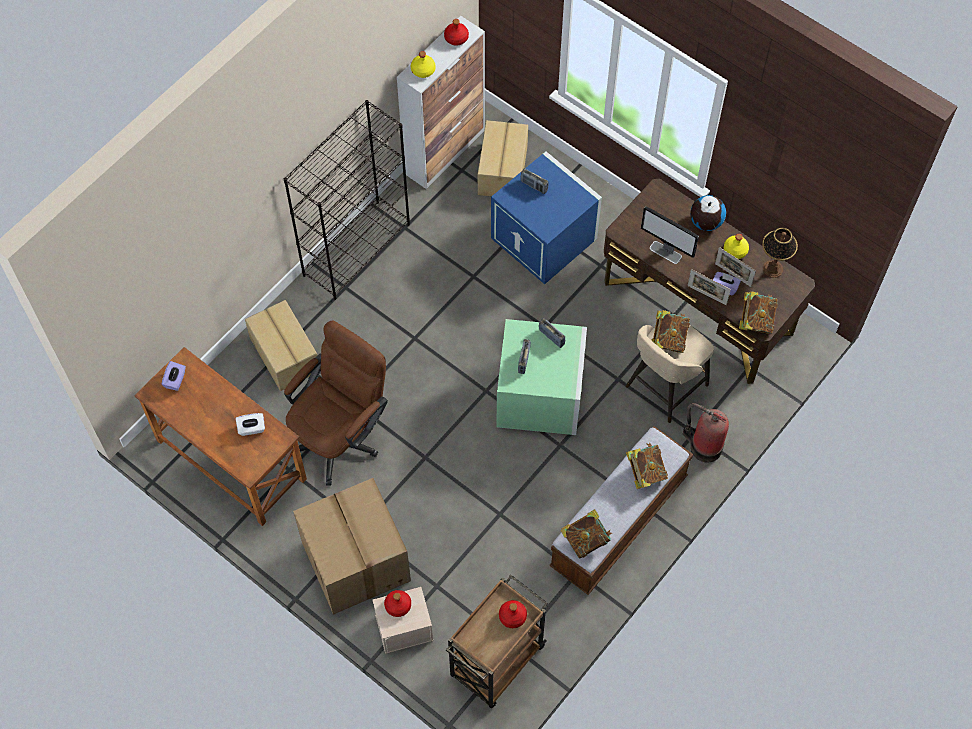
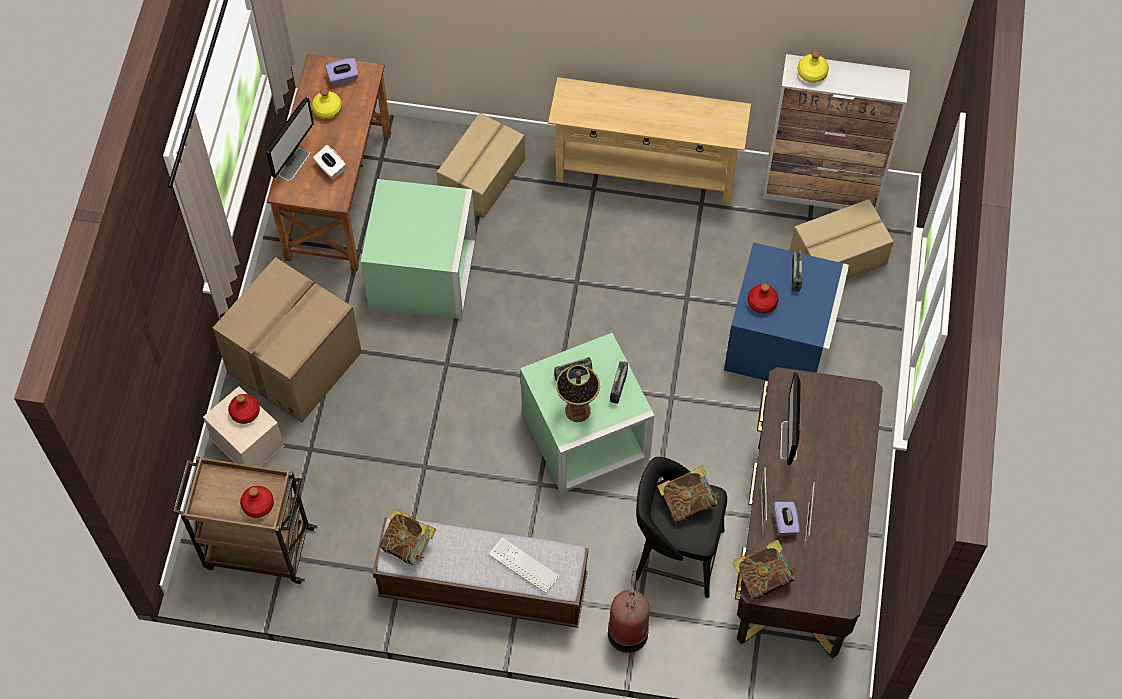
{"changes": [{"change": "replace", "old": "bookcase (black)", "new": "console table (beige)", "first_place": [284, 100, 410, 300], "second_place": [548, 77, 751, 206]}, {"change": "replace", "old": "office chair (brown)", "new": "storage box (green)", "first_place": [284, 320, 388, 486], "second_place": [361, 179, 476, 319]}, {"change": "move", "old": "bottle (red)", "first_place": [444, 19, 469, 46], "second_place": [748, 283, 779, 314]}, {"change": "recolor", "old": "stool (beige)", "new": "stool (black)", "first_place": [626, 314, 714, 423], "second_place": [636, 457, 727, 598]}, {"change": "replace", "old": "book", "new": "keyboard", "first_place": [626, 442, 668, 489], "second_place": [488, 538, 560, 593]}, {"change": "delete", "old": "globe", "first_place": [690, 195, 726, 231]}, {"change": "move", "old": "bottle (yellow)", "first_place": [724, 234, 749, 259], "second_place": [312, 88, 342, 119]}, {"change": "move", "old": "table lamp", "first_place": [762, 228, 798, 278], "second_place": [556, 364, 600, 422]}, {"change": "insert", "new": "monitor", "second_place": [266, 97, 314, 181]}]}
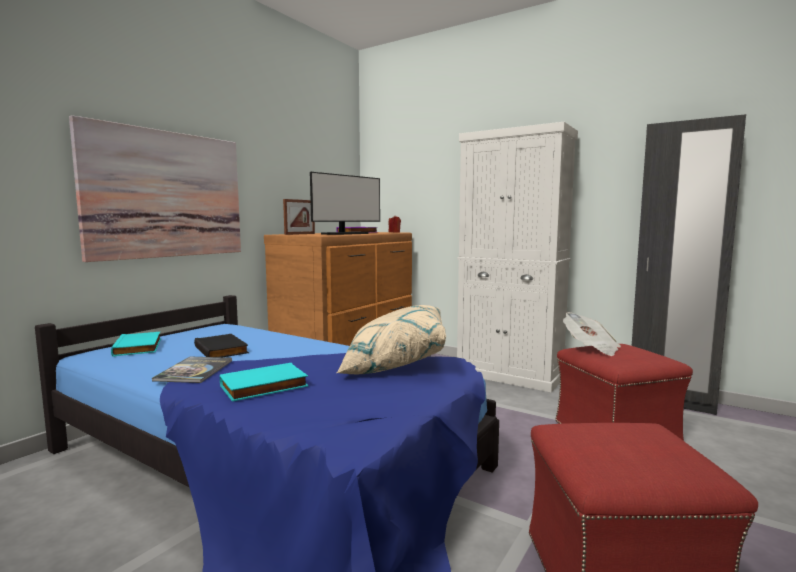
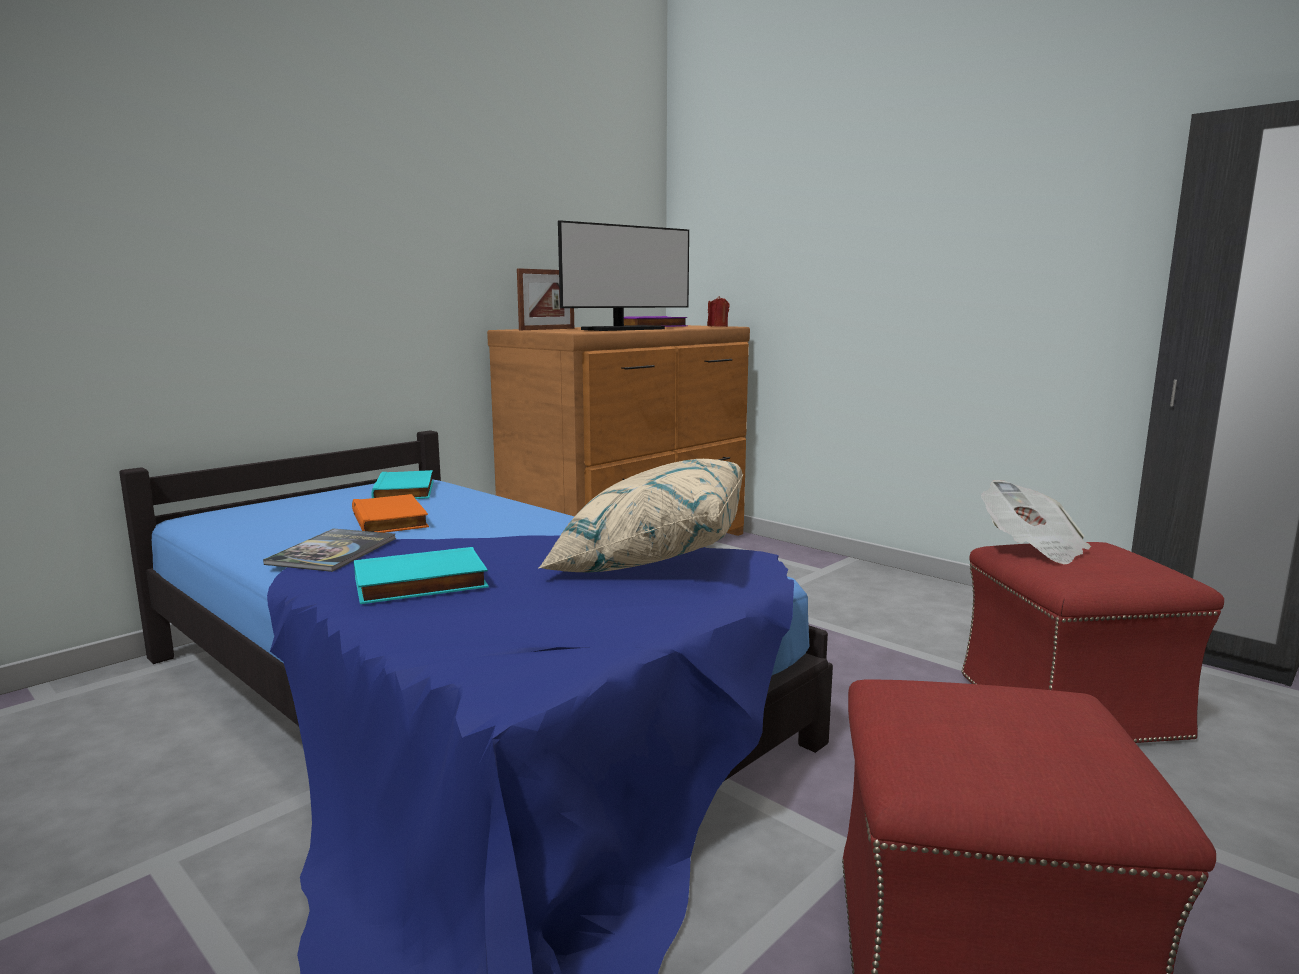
{"changes": [{"change": "delete", "old": "picture", "first_place": [69, 115, 241, 262]}, {"change": "move", "old": "book (turquoise)", "first_place": [111, 332, 161, 357], "second_place": [371, 470, 434, 499]}, {"change": "recolor", "old": "book (black)", "new": "book (orange)", "first_place": [194, 334, 249, 357], "second_place": [352, 494, 429, 533]}, {"change": "delete", "old": "cabinet (white)", "first_place": [457, 122, 578, 392]}]}
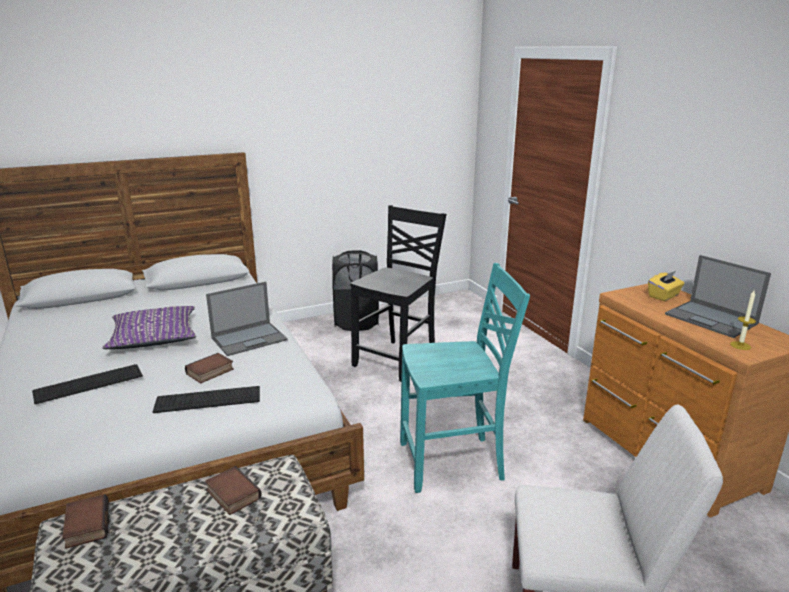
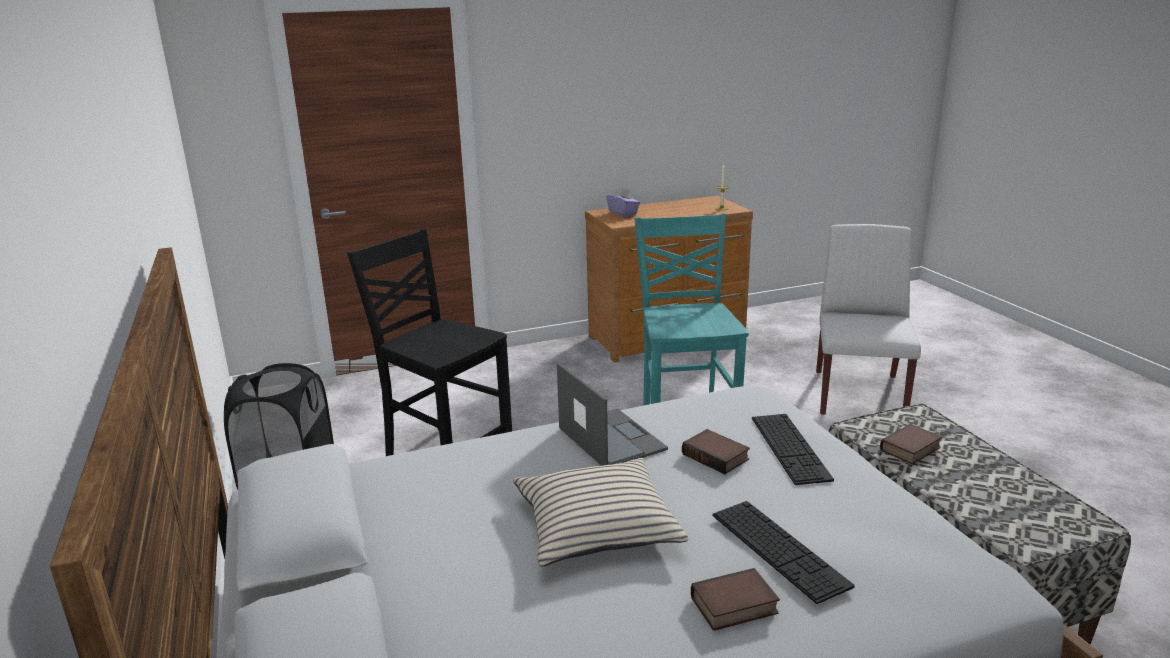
{"changes": [{"change": "move", "old": "book", "first_place": [62, 494, 109, 549], "second_place": [691, 568, 780, 631]}, {"change": "recolor", "old": "pillow (purple)", "new": "pillow (beige)", "first_place": [102, 306, 196, 349], "second_place": [513, 458, 688, 566]}, {"change": "recolor", "old": "tissue box (yellow)", "new": "tissue box (purple)", "first_place": [648, 271, 685, 301], "second_place": [606, 188, 640, 217]}, {"change": "delete", "old": "laptop", "first_place": [665, 255, 771, 338]}]}
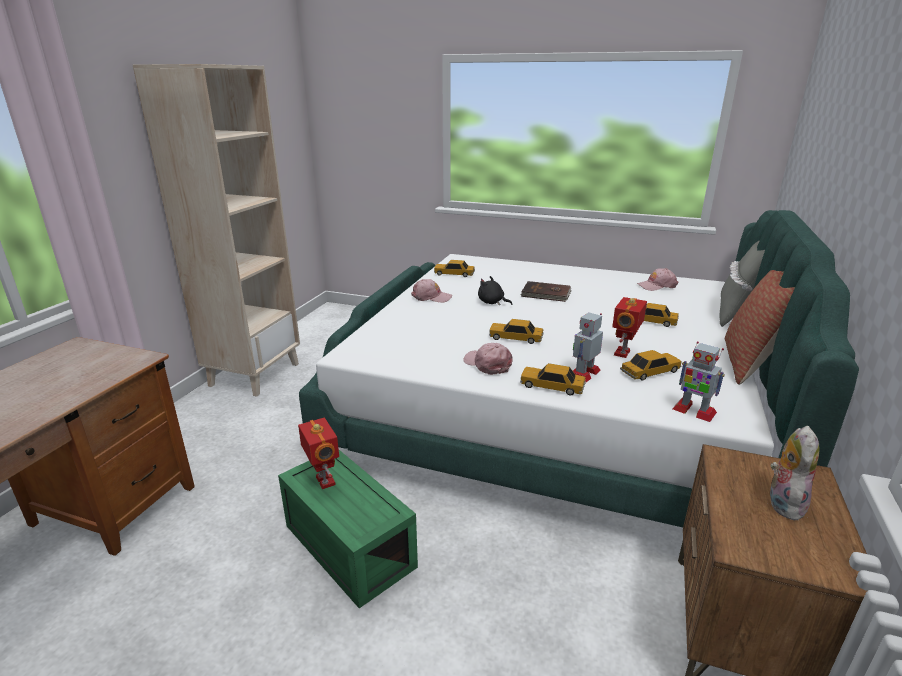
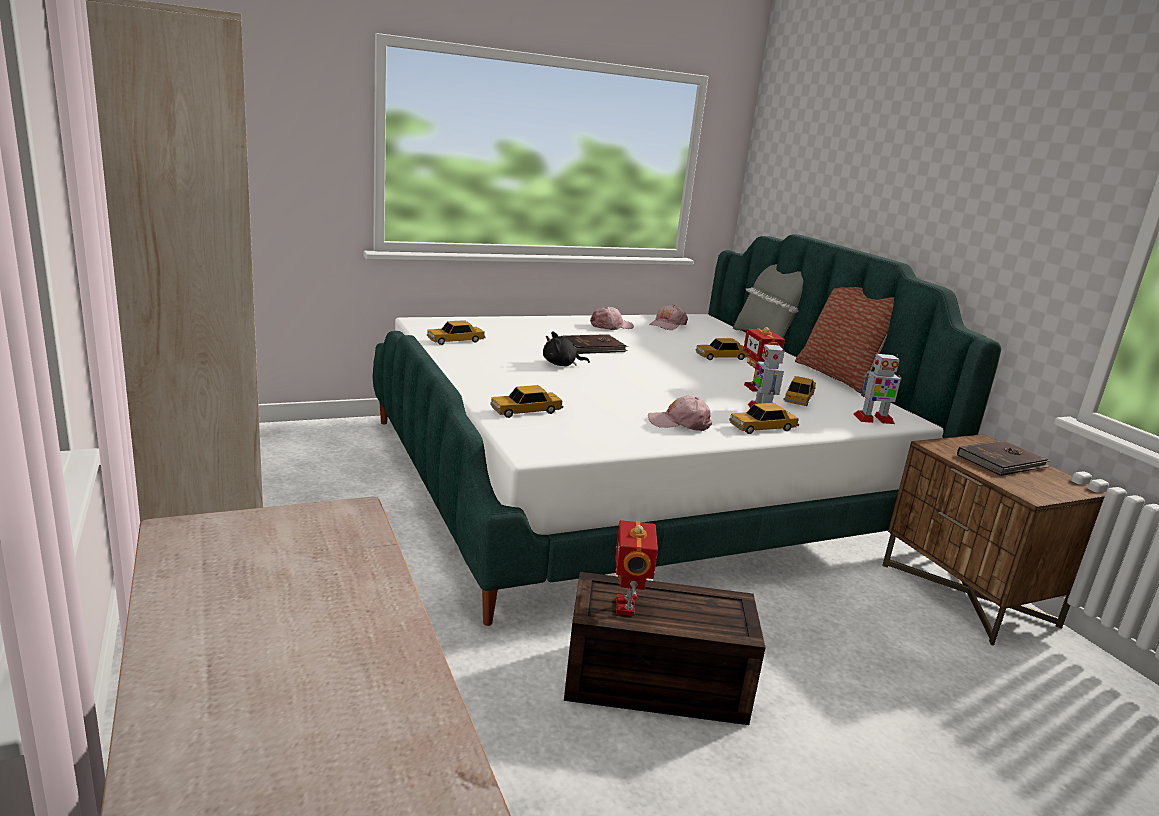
{"changes": [{"change": "recolor", "old": "storage box (green)", "new": "storage box (brown)", "first_place": [278, 450, 418, 608], "second_place": [564, 572, 766, 725]}, {"change": "rotate", "old": "toy robot", "first_place": [298, 417, 339, 489], "second_place": [615, 520, 658, 616], "degrees": -105}, {"change": "move", "old": "cap (pink)", "first_place": [411, 279, 452, 302], "second_place": [590, 307, 634, 330]}, {"change": "move", "old": "toy car", "first_place": [489, 319, 544, 344], "second_place": [490, 385, 563, 418]}, {"change": "replace", "old": "plush toy", "new": "book (brown)", "first_place": [770, 426, 820, 520], "second_place": [957, 440, 1051, 476]}]}
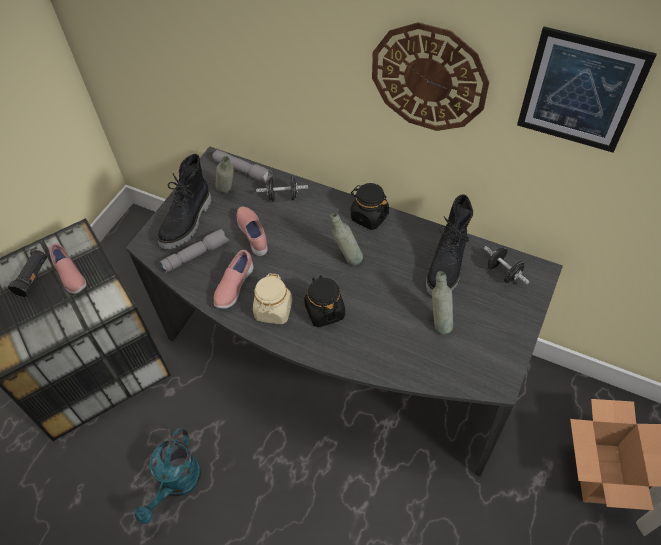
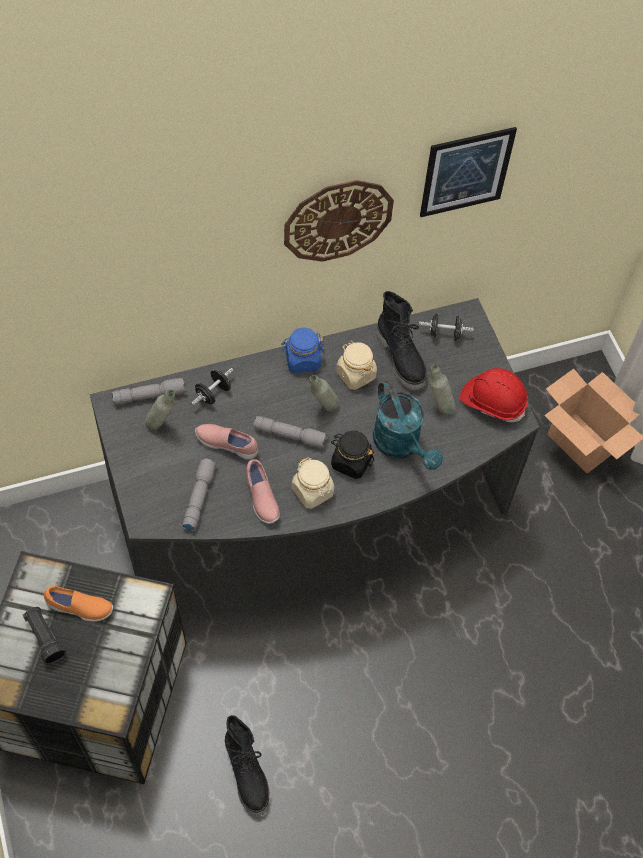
{"changes": [{"change": "recolor", "old": "shoe (pink)", "new": "shoe (orange)", "first_place": [49, 244, 86, 294], "second_place": [44, 586, 113, 622]}, {"change": "move", "old": "watering can (turquoise)", "first_place": [134, 428, 201, 524], "second_place": [373, 381, 443, 470]}, {"change": "move", "old": "boot (black)", "first_place": [157, 154, 211, 249], "second_place": [225, 715, 269, 817]}, {"change": "recolor", "old": "jar (black)", "new": "jar (blue)", "first_place": [351, 183, 389, 230], "second_place": [282, 328, 325, 373]}, {"change": "insert", "new": "flashlight (grey)", "second_place": [253, 416, 328, 449]}, {"change": "insert", "new": "jar (beige)", "second_place": [336, 341, 377, 390]}, {"change": "insert", "new": "hard hat (red)", "second_place": [460, 368, 528, 422]}]}
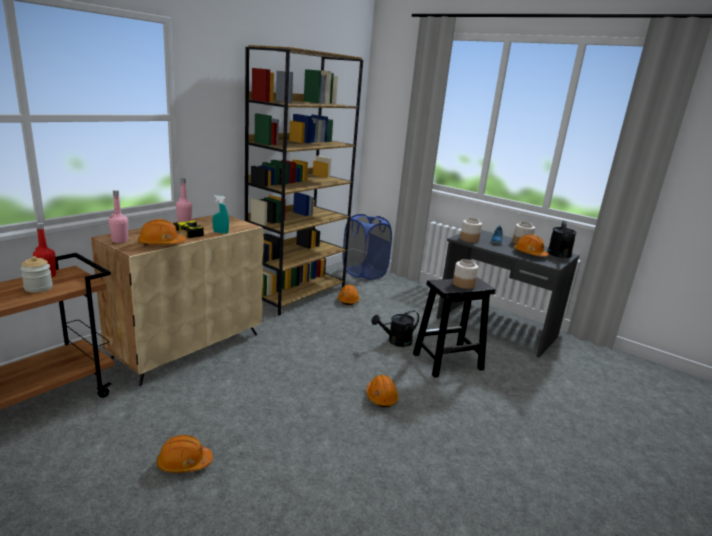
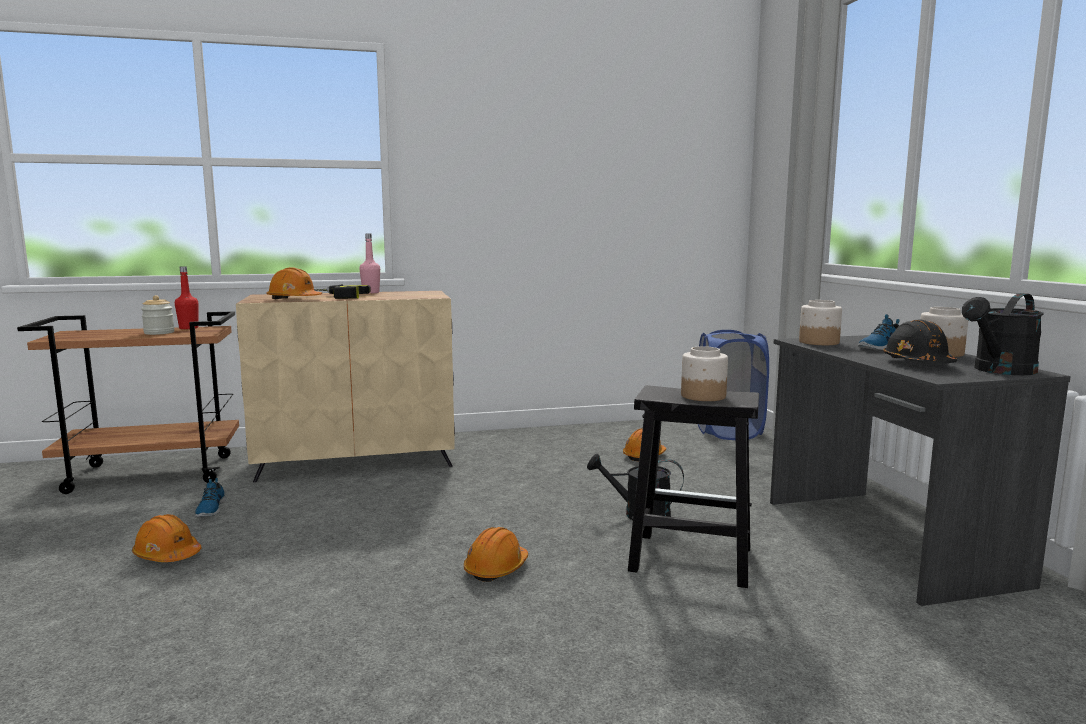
{"changes": [{"change": "delete", "old": "bottle (pink)", "first_place": [108, 190, 128, 243]}, {"change": "delete", "old": "spray bottle (turquoise)", "first_place": [212, 195, 229, 234]}, {"change": "delete", "old": "bookcase (brown)", "first_place": [245, 45, 363, 316]}, {"change": "recolor", "old": "hard hat (orange)", "new": "hard hat (black)", "first_place": [514, 234, 549, 257], "second_place": [883, 319, 957, 363]}, {"change": "insert", "new": "shoe", "second_place": [195, 478, 226, 517]}]}
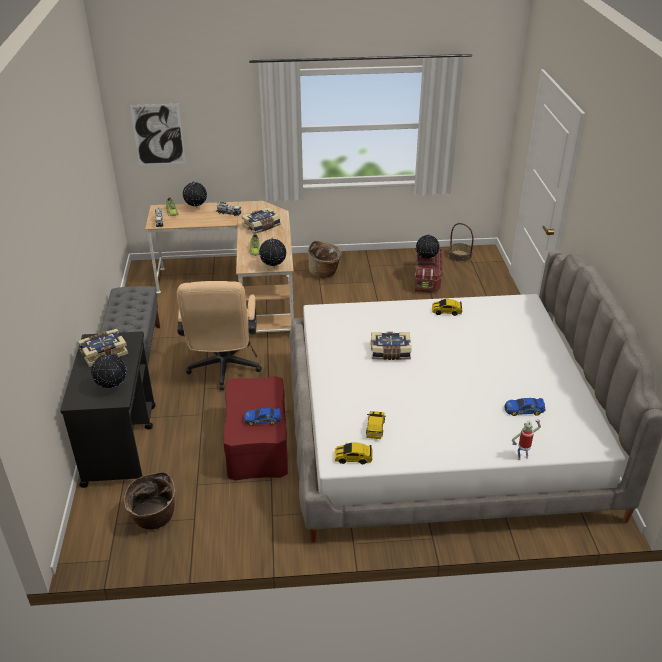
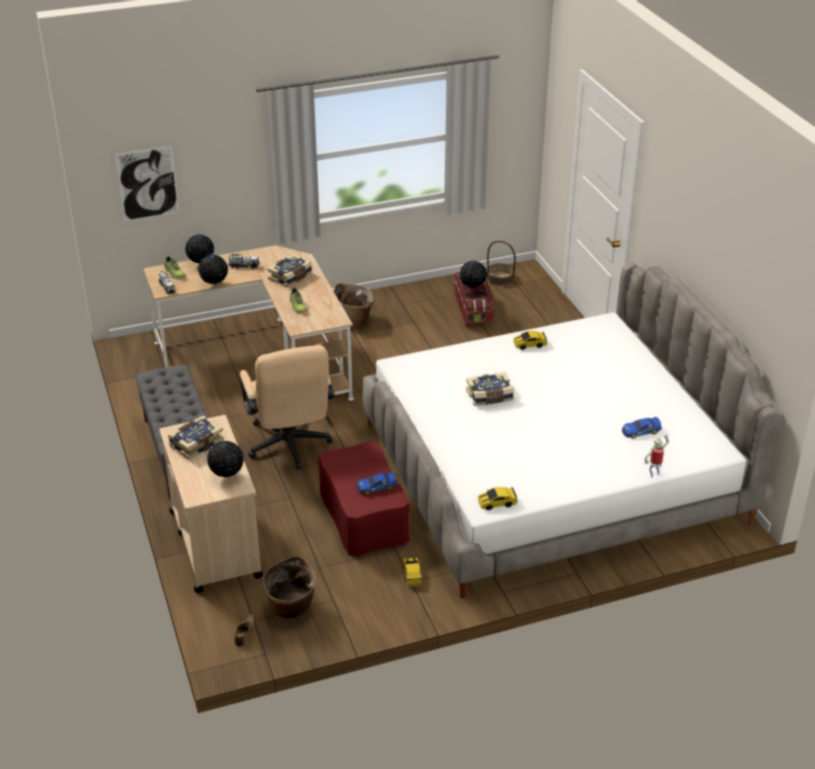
{"changes": [{"change": "recolor", "old": "cart (black)", "new": "cart (beige)", "first_place": [60, 332, 155, 488], "second_place": [159, 415, 263, 593]}, {"change": "move", "old": "globe", "first_place": [259, 237, 286, 267], "second_place": [198, 253, 228, 286]}, {"change": "move", "old": "toy car", "first_place": [366, 411, 386, 439], "second_place": [402, 558, 422, 586]}, {"change": "insert", "new": "shoe", "second_place": [235, 614, 255, 646]}]}
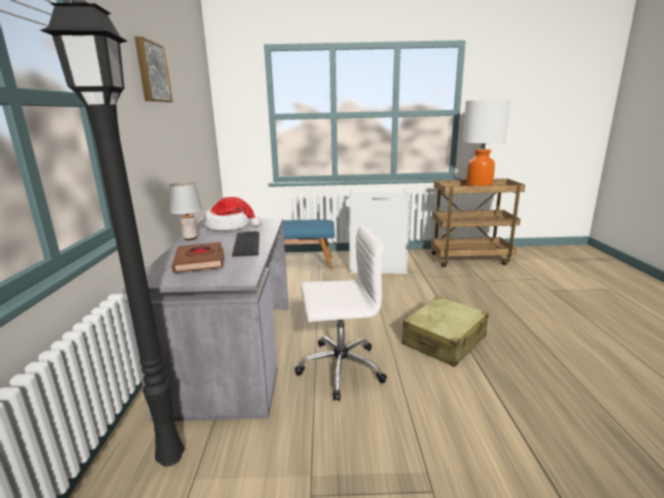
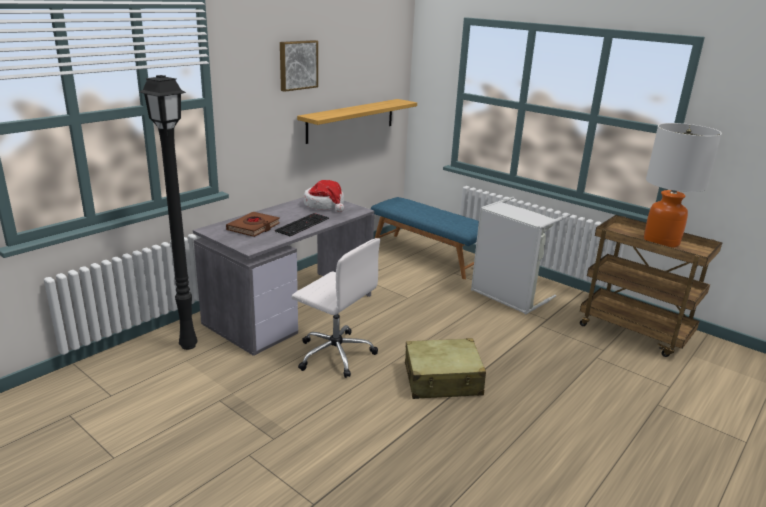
{"changes": [{"change": "delete", "old": "table lamp (grey)", "first_place": [169, 182, 202, 240]}, {"change": "insert", "new": "shelf", "second_place": [297, 99, 417, 144]}]}
